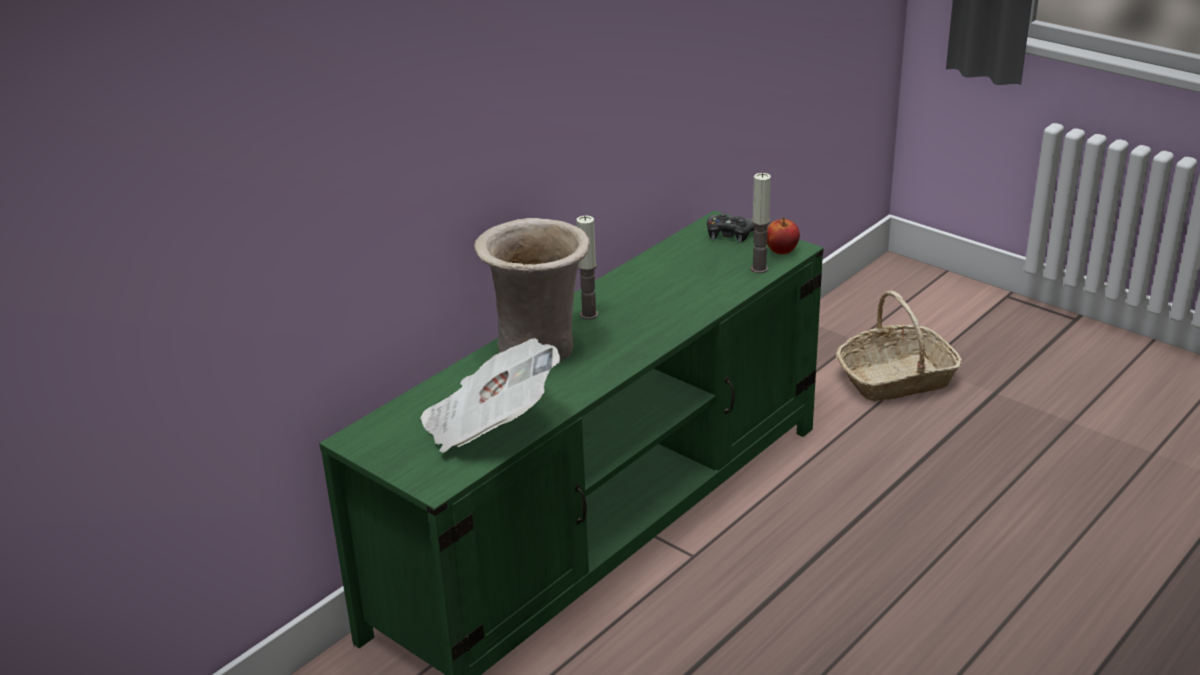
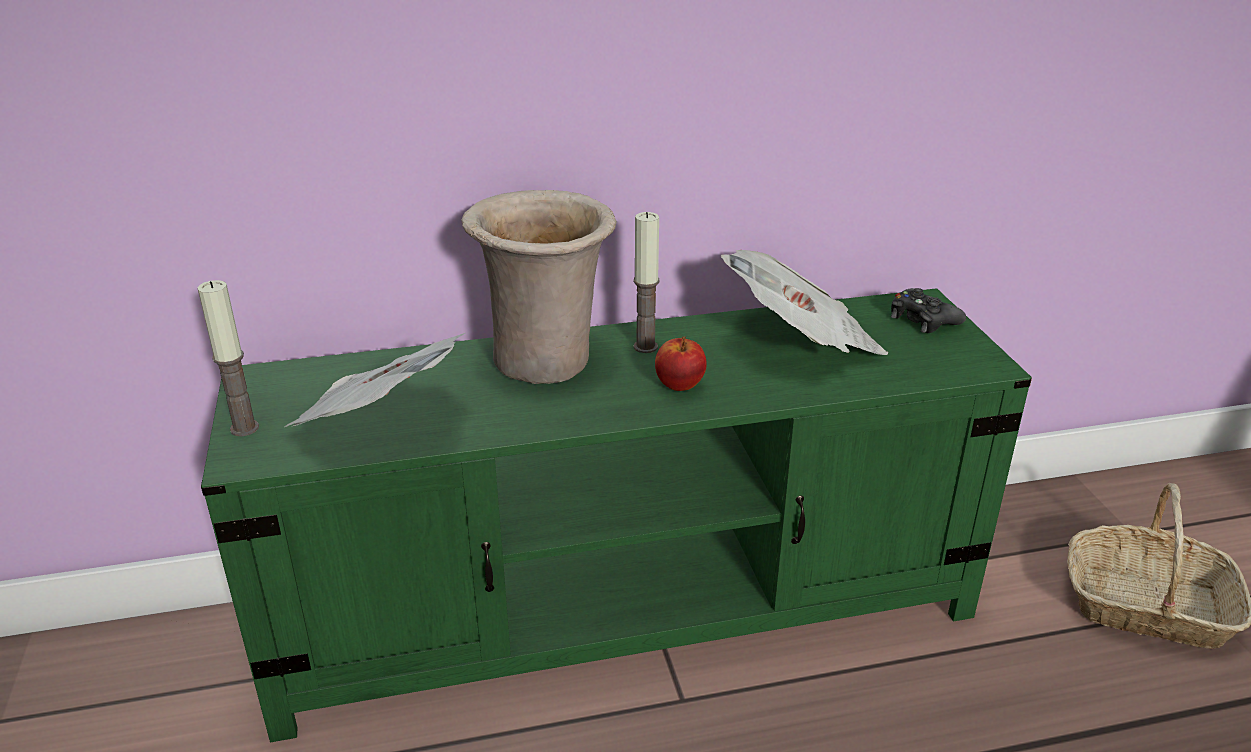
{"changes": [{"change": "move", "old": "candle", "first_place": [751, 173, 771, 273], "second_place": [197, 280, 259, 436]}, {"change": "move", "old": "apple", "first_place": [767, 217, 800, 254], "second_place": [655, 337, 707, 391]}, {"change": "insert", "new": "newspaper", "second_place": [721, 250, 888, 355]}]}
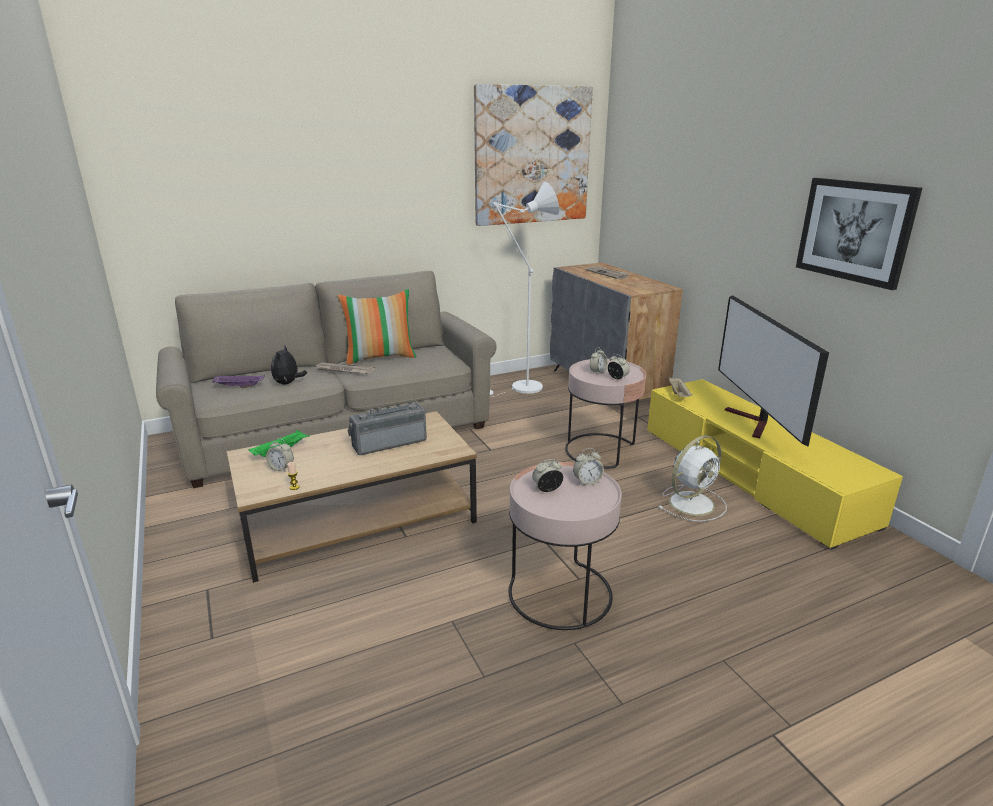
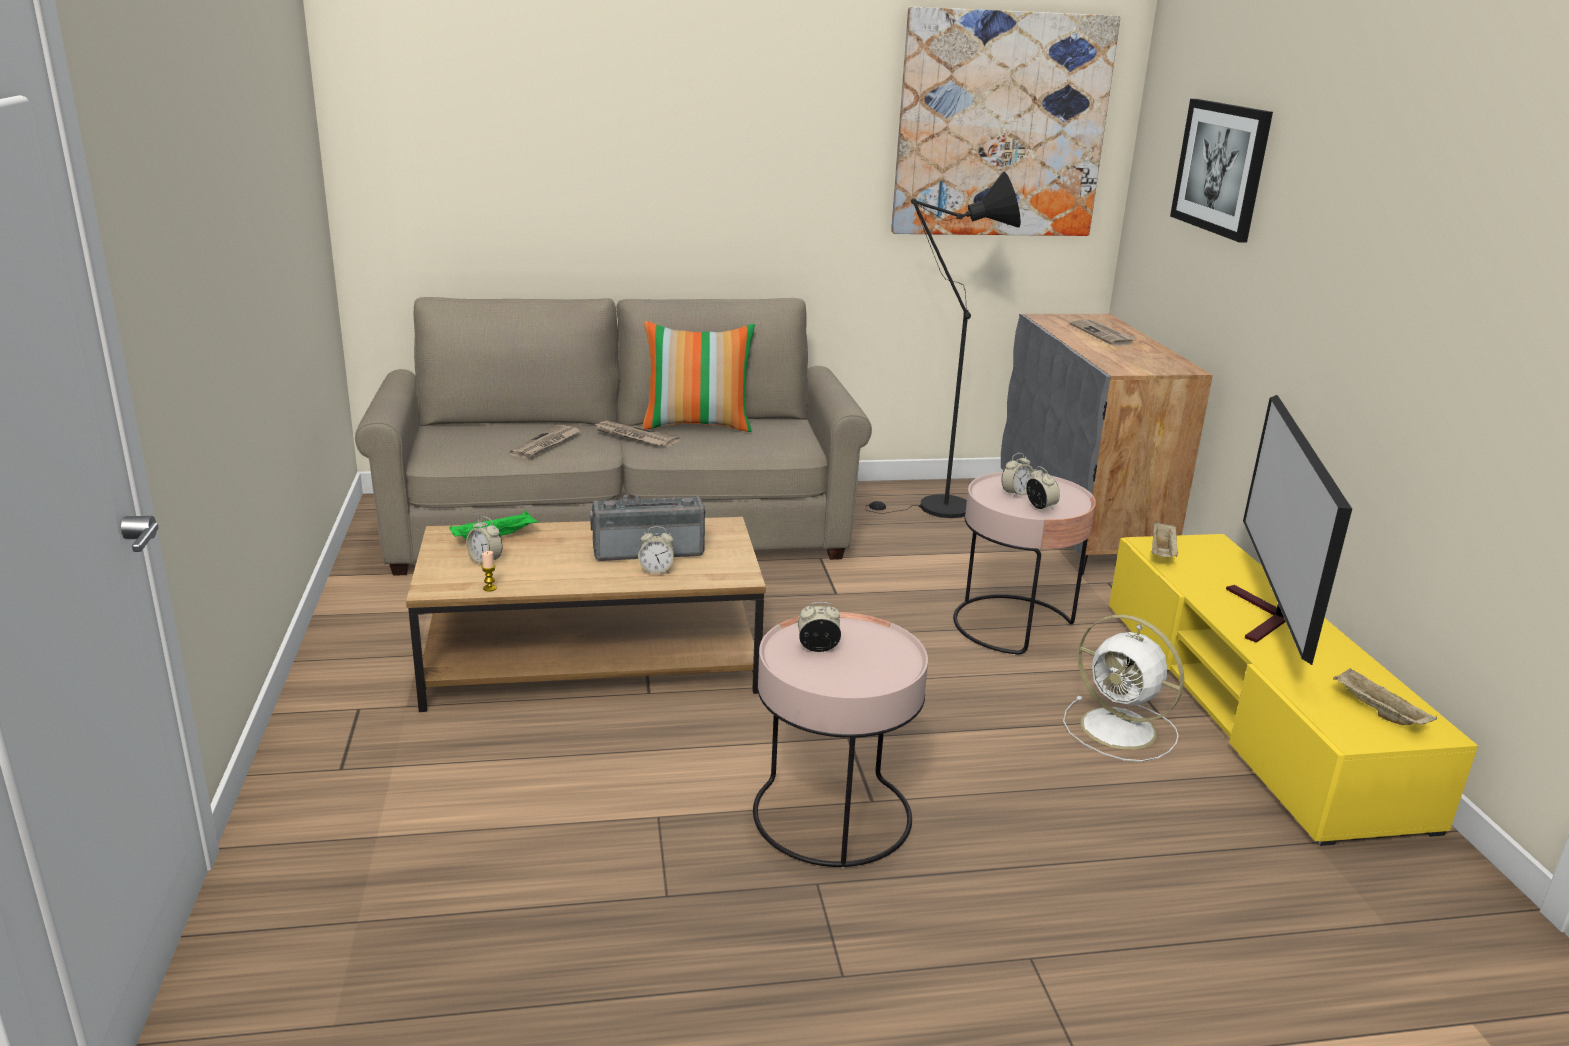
{"changes": [{"change": "delete", "old": "tray (purple)", "first_place": [212, 375, 265, 388]}, {"change": "replace", "old": "plush toy", "new": "newspaper", "first_place": [271, 346, 307, 385], "second_place": [509, 425, 580, 459]}, {"change": "recolor", "old": "floor lamp (white)", "new": "floor lamp (black)", "first_place": [490, 182, 559, 397], "second_place": [865, 171, 1021, 518]}, {"change": "move", "old": "alarm clock", "first_place": [573, 448, 604, 486], "second_place": [638, 526, 674, 574]}, {"change": "rotate", "old": "fan (white)", "first_place": [659, 435, 727, 522], "second_place": [1063, 615, 1184, 762], "degrees": 60}, {"change": "move", "old": "picture", "first_place": [796, 178, 922, 290], "second_place": [1170, 99, 1273, 243]}, {"change": "insert", "new": "tray (beige)", "second_place": [1333, 668, 1437, 725]}]}
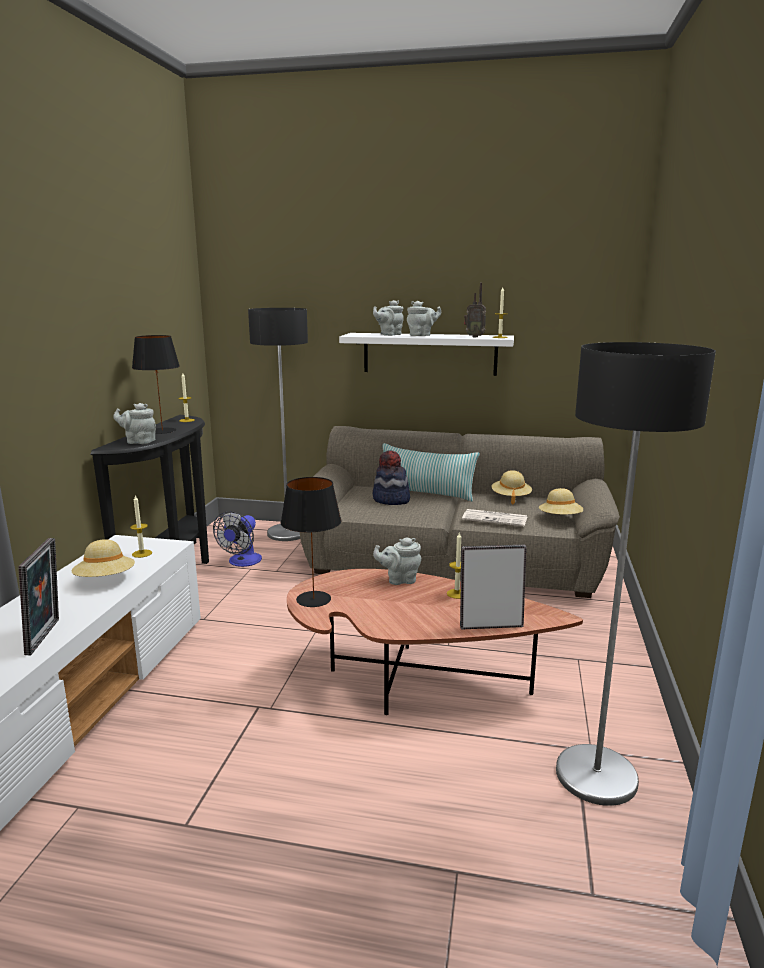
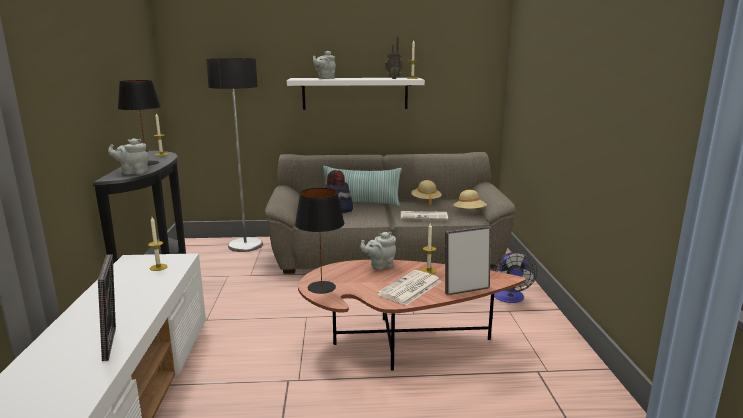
{"changes": [{"change": "delete", "old": "hat (beige)", "first_place": [72, 539, 135, 577]}, {"change": "move", "old": "fan", "first_place": [213, 511, 262, 567], "second_place": [493, 252, 537, 303]}, {"change": "delete", "old": "teapot (grey)", "first_place": [407, 301, 441, 336]}, {"change": "delete", "old": "floor lamp", "first_place": [556, 342, 716, 806]}, {"change": "insert", "new": "newspaper", "second_place": [377, 270, 442, 305]}]}
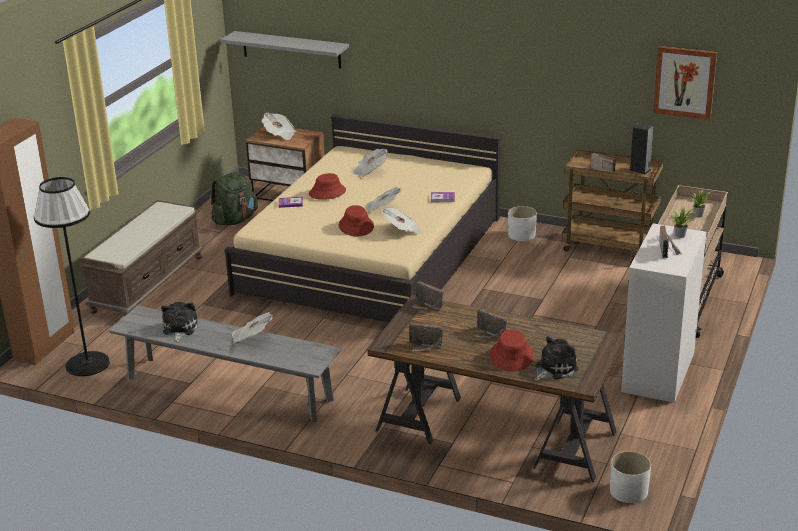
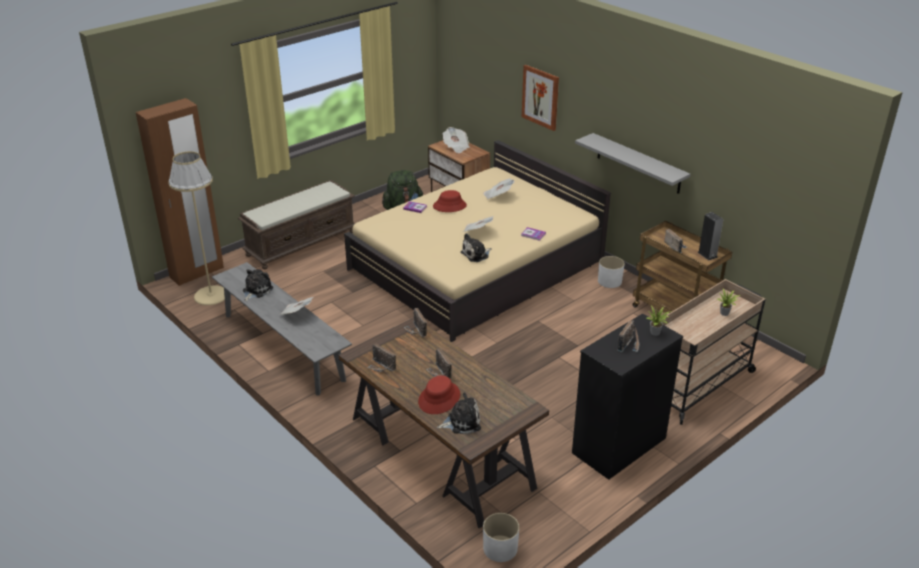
{"changes": [{"change": "recolor", "old": "floor lamp (black)", "new": "floor lamp (beige)", "first_place": [34, 177, 110, 376], "second_place": [168, 151, 225, 305]}, {"change": "move", "old": "shelf (grey)", "first_place": [220, 31, 349, 68], "second_place": [575, 133, 690, 194]}, {"change": "delete", "old": "hat (red)", "first_place": [339, 205, 374, 236]}, {"change": "replace", "old": "newspaper", "new": "plush toy", "first_place": [381, 208, 421, 233], "second_place": [460, 233, 492, 262]}, {"change": "recolor", "old": "dresser (white)", "new": "dresser (black)", "first_place": [621, 224, 707, 403], "second_place": [572, 313, 683, 480]}, {"change": "move", "old": "picture", "first_place": [653, 46, 717, 120], "second_place": [522, 65, 559, 131]}]}
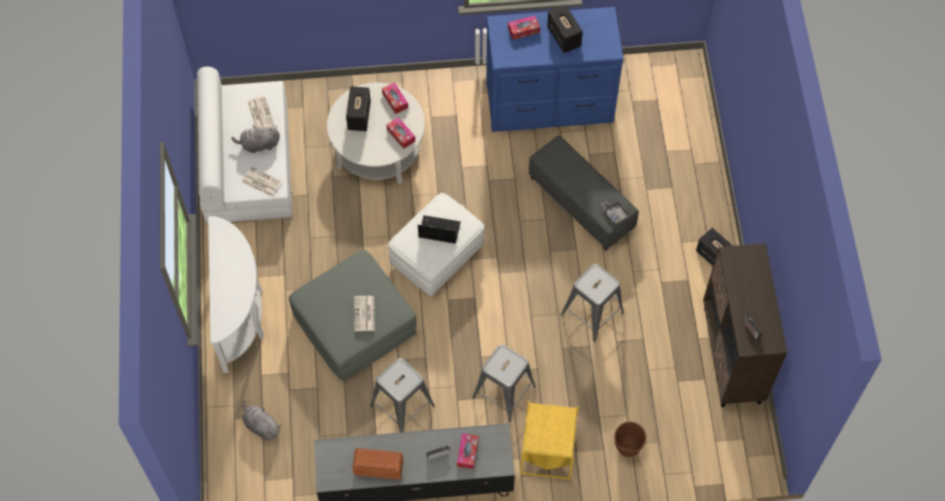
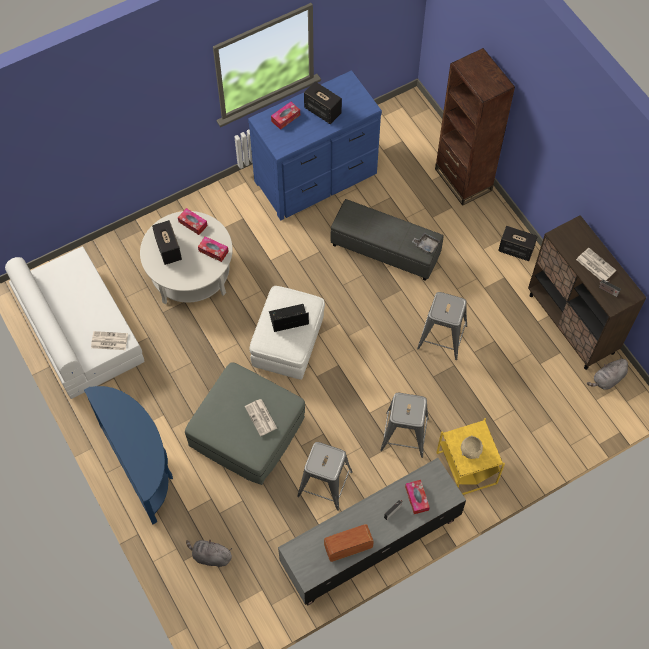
{"changes": [{"change": "recolor", "old": "console table (white)", "new": "console table (blue)", "first_place": [208, 216, 264, 373], "second_place": [84, 386, 173, 524]}, {"change": "move", "old": "plush toy (grey)", "first_place": [232, 125, 280, 153], "second_place": [587, 357, 628, 389]}, {"change": "move", "old": "newspaper", "first_place": [248, 96, 274, 128], "second_place": [576, 248, 616, 281]}, {"change": "delete", "old": "planter (brown)", "first_place": [614, 422, 646, 457]}, {"change": "insert", "new": "bookcase (brown)", "second_place": [435, 48, 515, 206]}, {"change": "insert", "new": "bowl (beige)", "second_place": [461, 435, 483, 459]}]}
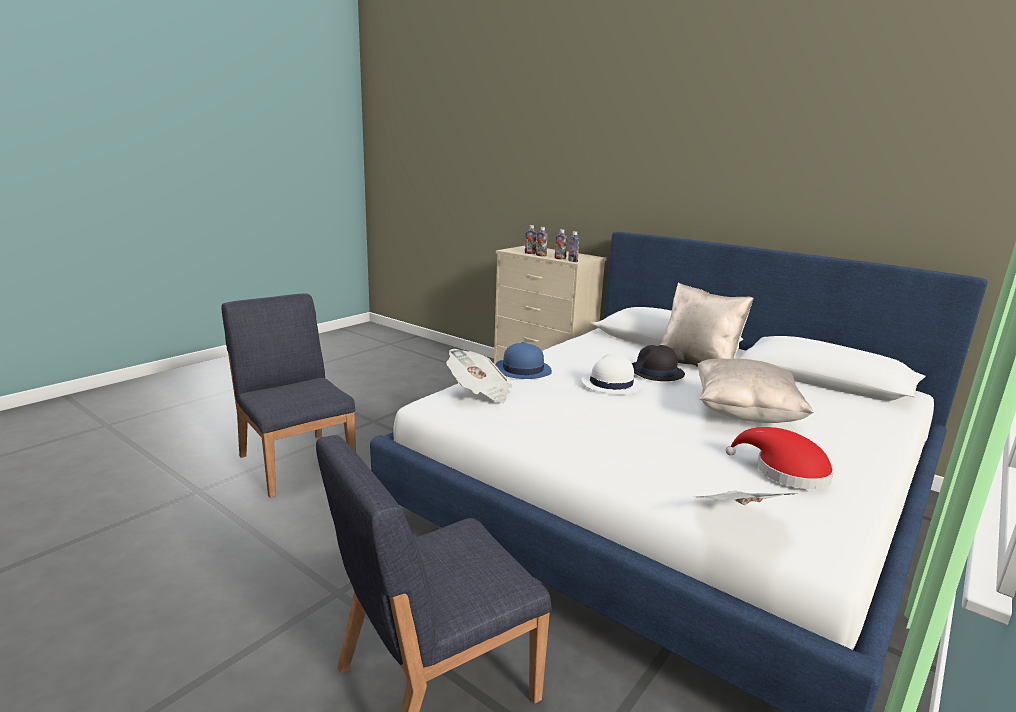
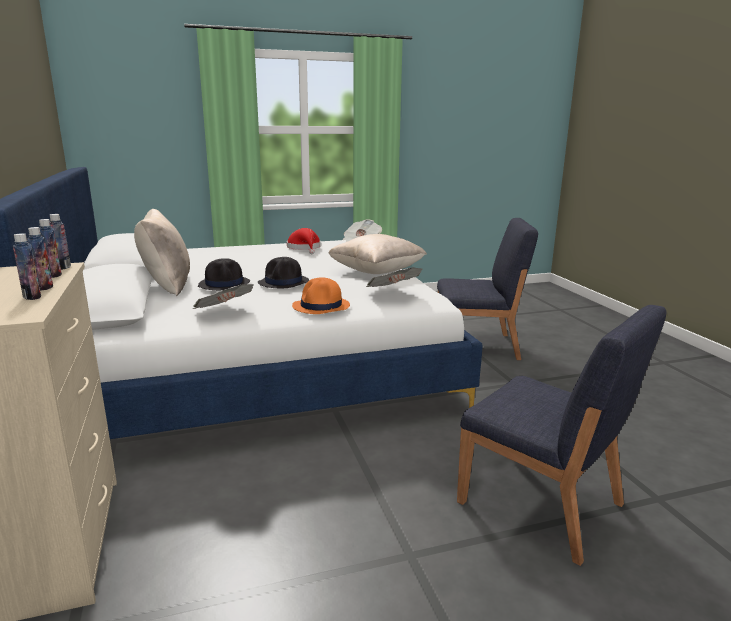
{"changes": [{"change": "rotate", "old": "chair (blue)", "first_place": [221, 294, 356, 498], "second_place": [457, 305, 666, 566], "degrees": -45}, {"change": "recolor", "old": "hat (blue)", "new": "hat (orange)", "first_place": [495, 342, 552, 379], "second_place": [292, 277, 350, 314]}, {"change": "recolor", "old": "hat (white)", "new": "hat (black)", "first_place": [581, 354, 642, 394], "second_place": [258, 257, 309, 288]}, {"change": "move", "old": "pillow (beige)", "first_place": [698, 359, 814, 423], "second_place": [328, 234, 427, 274]}, {"change": "insert", "new": "newspaper", "second_place": [193, 284, 254, 309]}]}
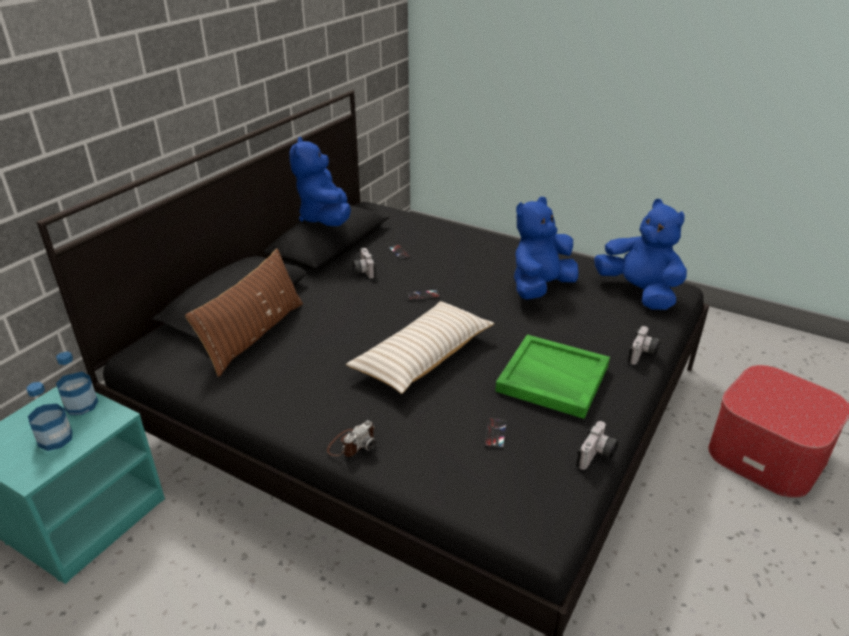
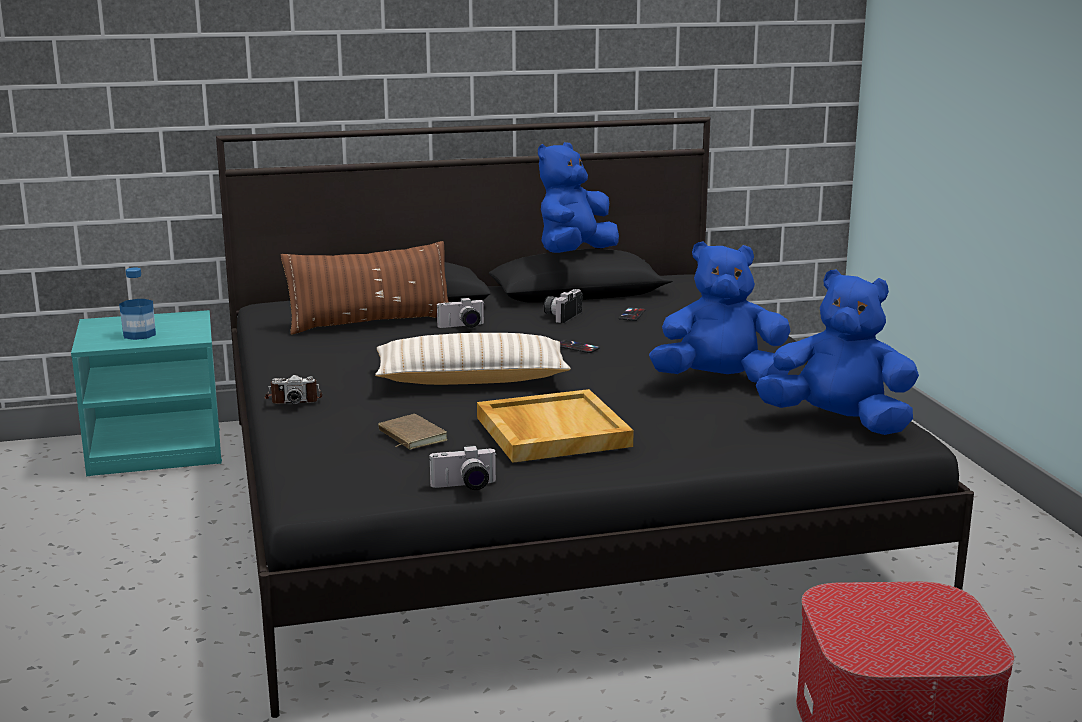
{"changes": [{"change": "delete", "old": "bottle", "first_place": [56, 351, 98, 415]}, {"change": "replace", "old": "phone", "new": "book (brown)", "first_place": [484, 418, 507, 449], "second_place": [378, 414, 447, 450]}, {"change": "recolor", "old": "tray (green)", "new": "tray (beige)", "first_place": [495, 335, 610, 419], "second_place": [477, 389, 634, 463]}, {"change": "rotate", "old": "plush toy (blue)", "first_place": [594, 199, 687, 310], "second_place": [756, 269, 919, 435], "degrees": -75}, {"change": "move", "old": "photo camera", "first_place": [628, 326, 661, 365], "second_place": [437, 298, 485, 328]}]}
